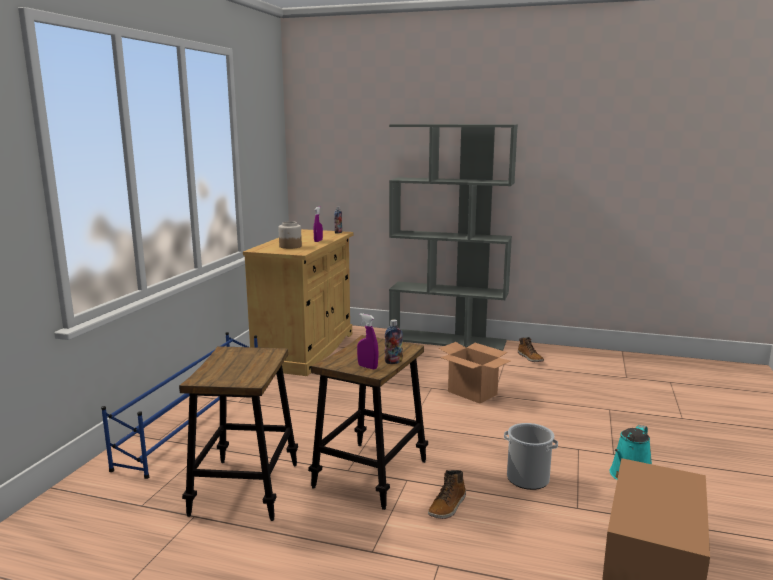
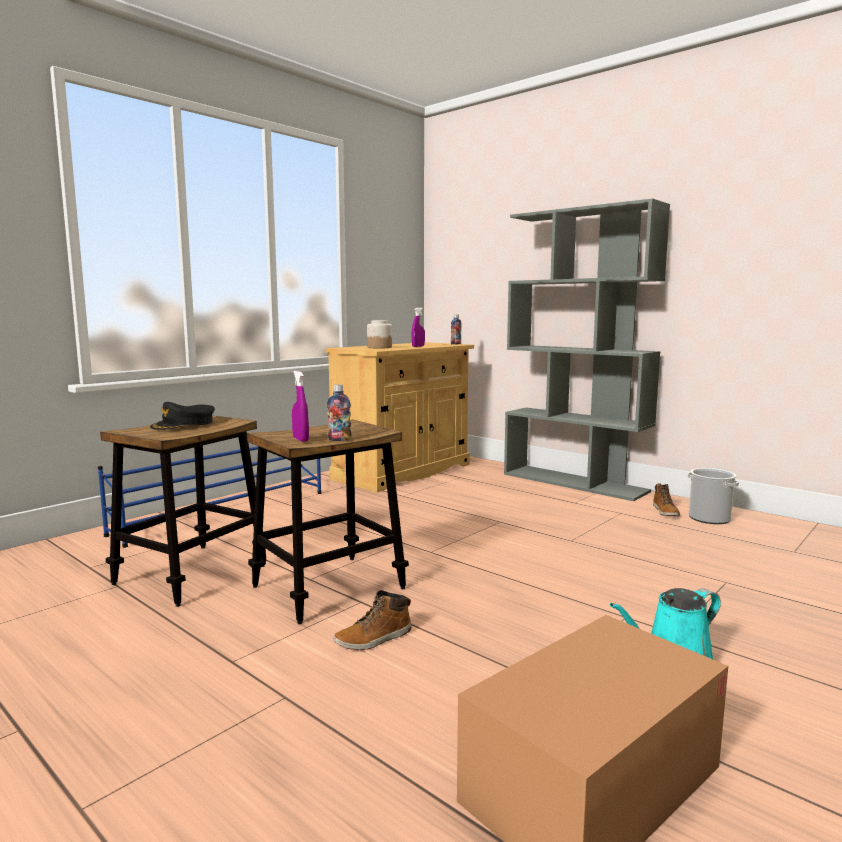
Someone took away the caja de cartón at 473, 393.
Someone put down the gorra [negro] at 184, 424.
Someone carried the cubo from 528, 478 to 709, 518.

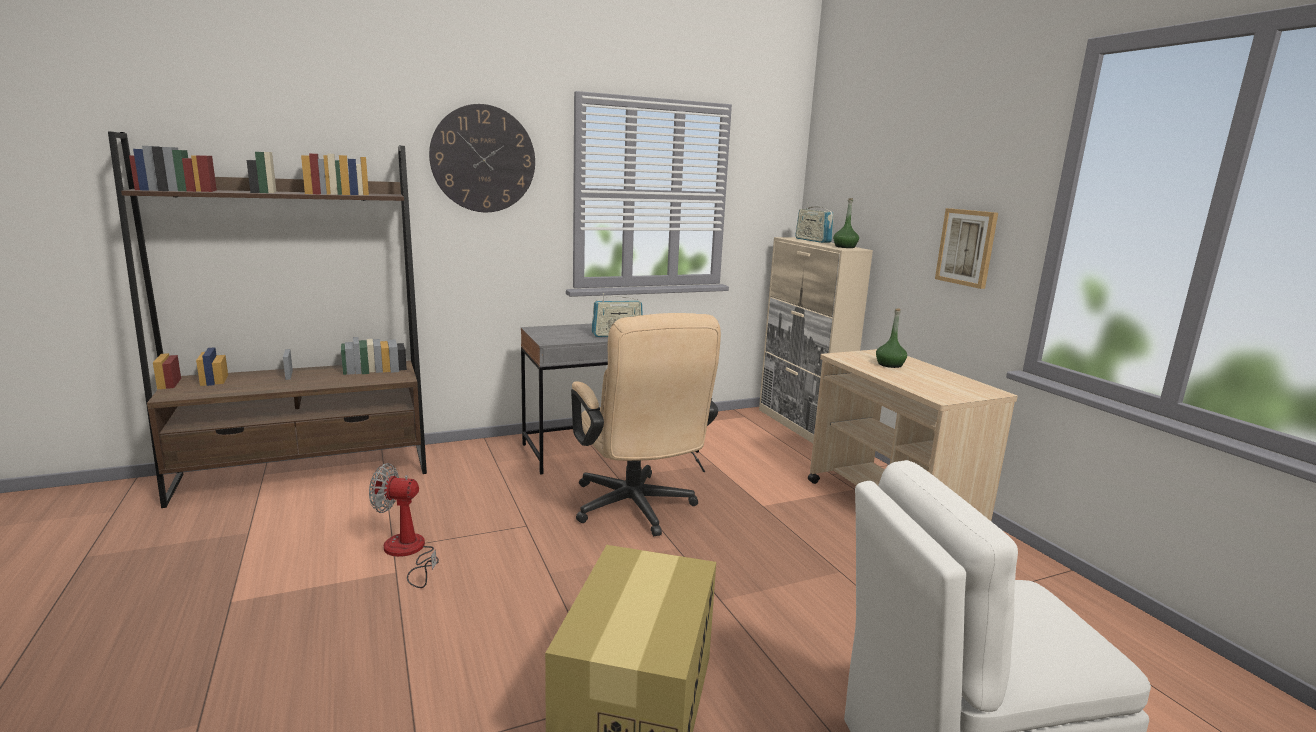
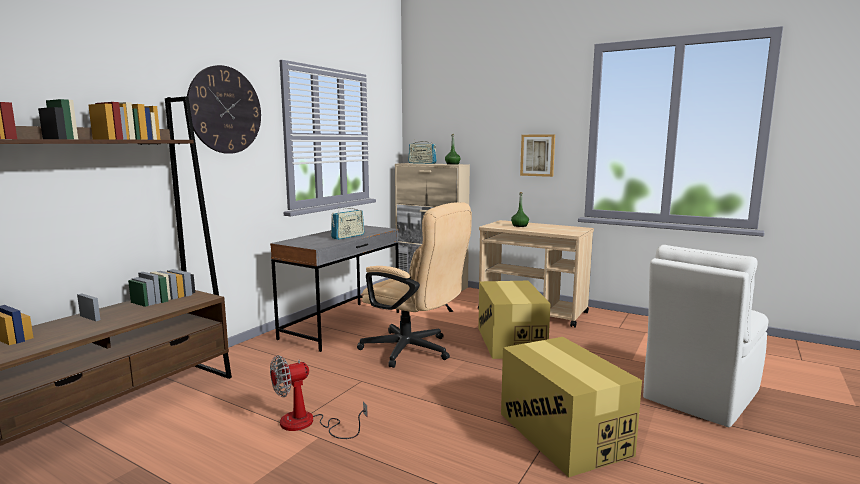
Someone put down the caja de cartón at 510, 341.

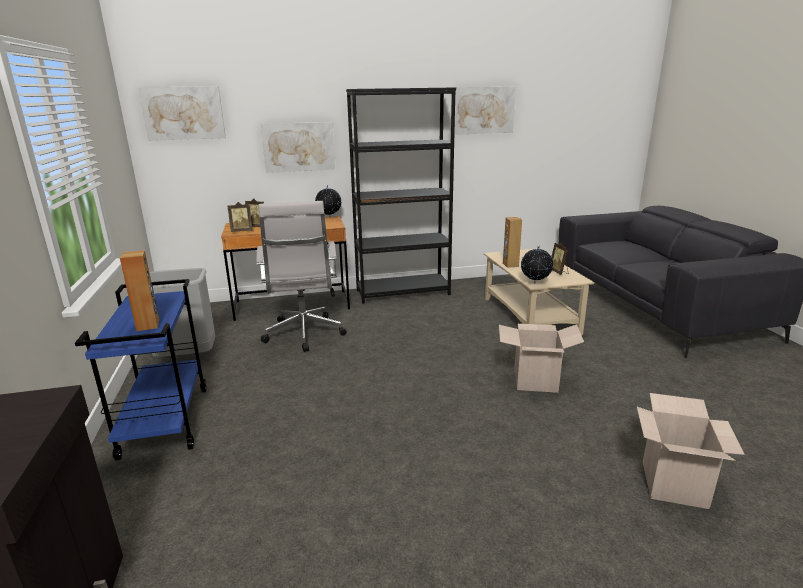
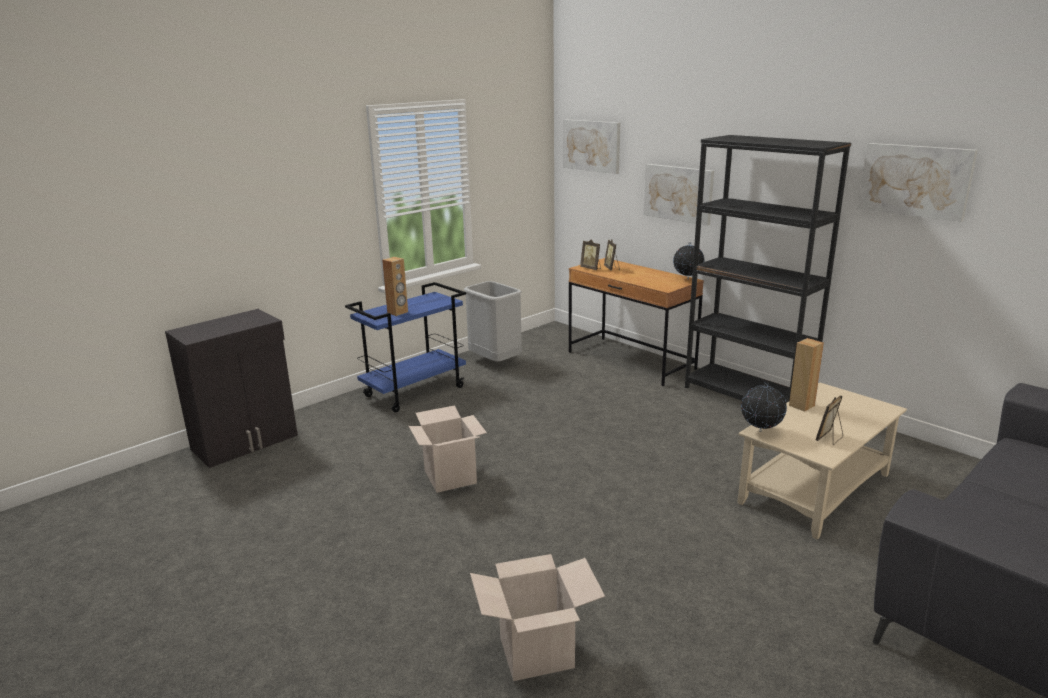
Someone took away the silla de oficina [blanco] at 304, 335.
Someone carried the caja de cartón from 535, 381 to 450, 477.

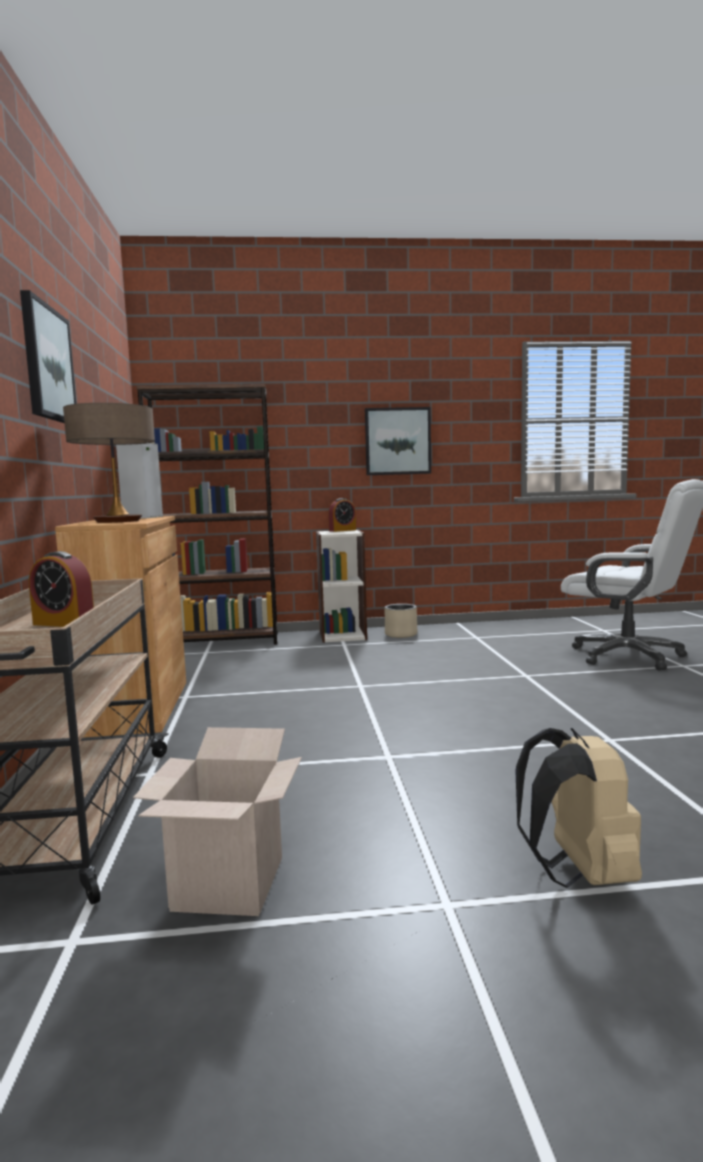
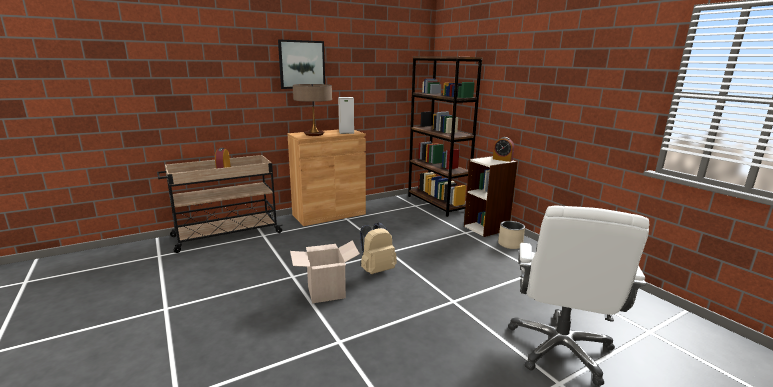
Someone took away the cuadro at 397, 441.
Someone carried the caja de cartón from 228, 884 to 326, 292.
Someone carried the mochila [beis] from 579, 874 to 376, 270.

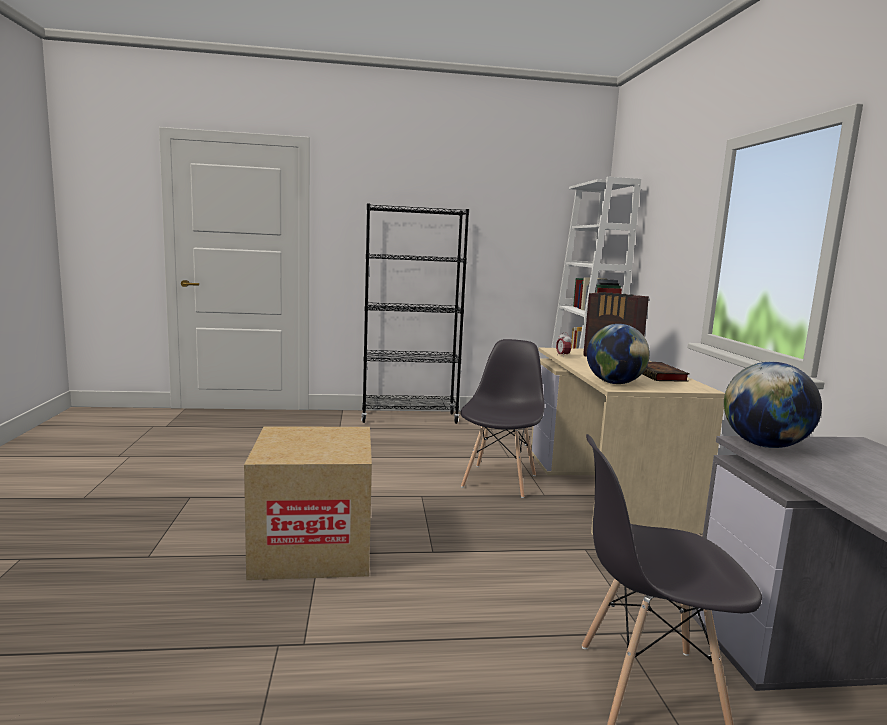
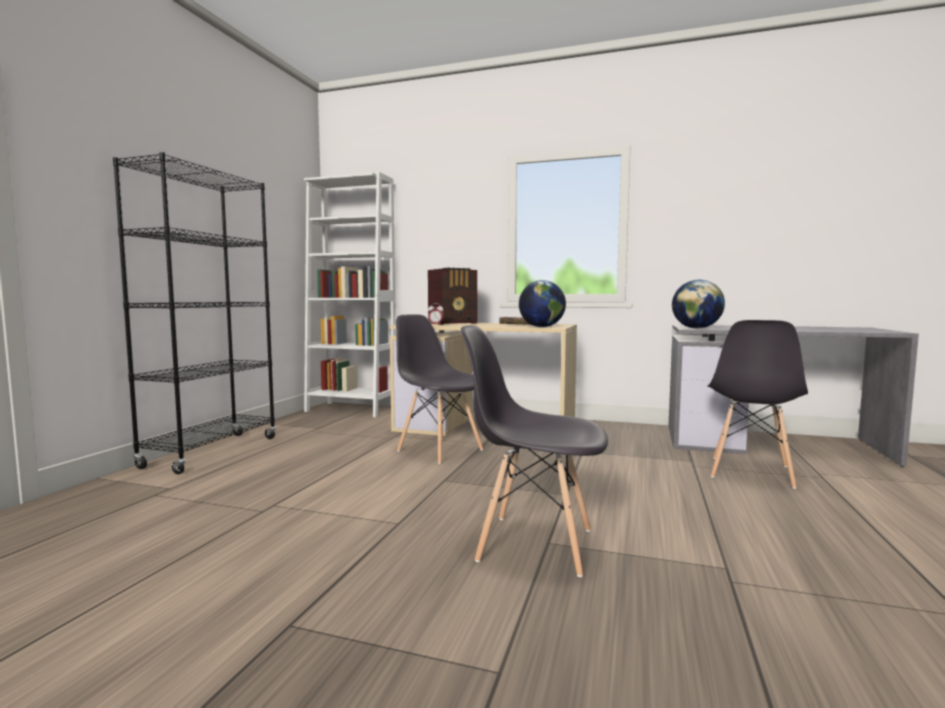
Someone swapped the caja de cartón at 313, 548 for the silla [gris] at 533, 544.

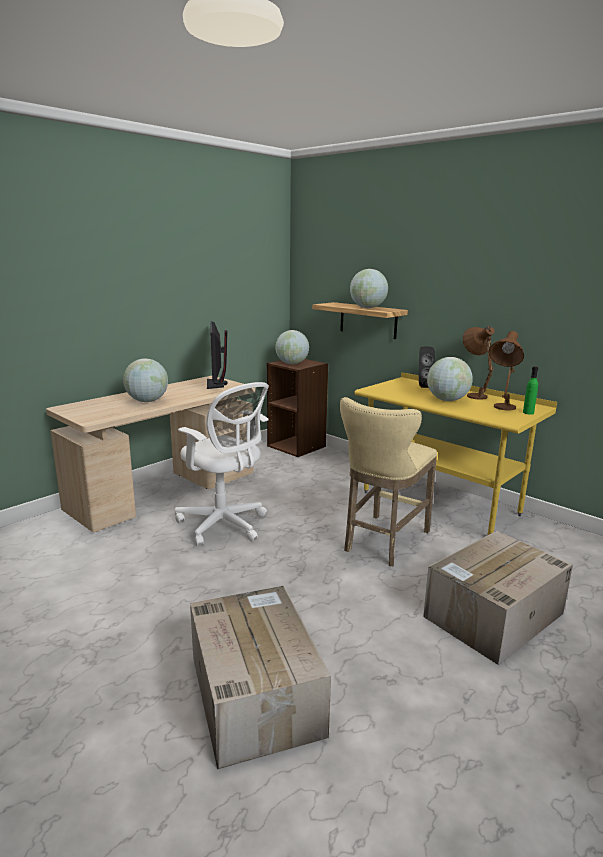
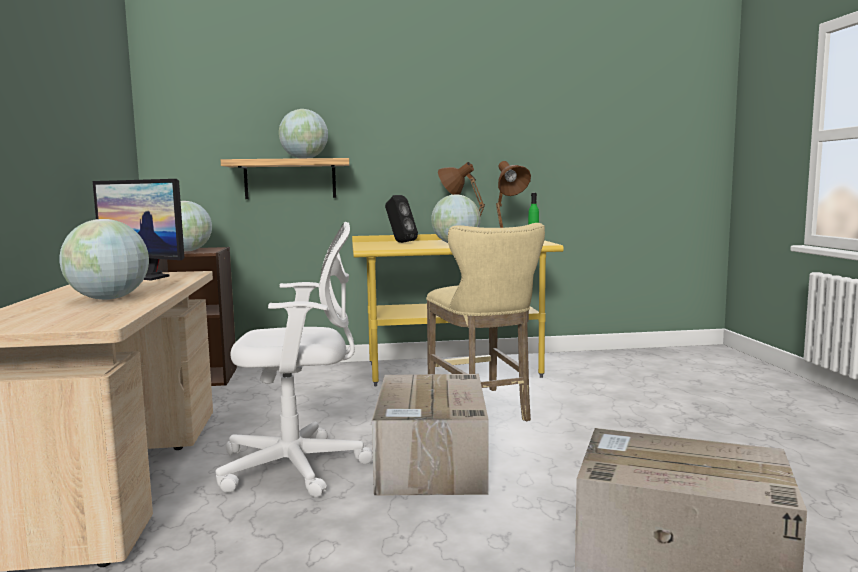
Someone carried the caja de cartón from 492, 616 to 432, 463.

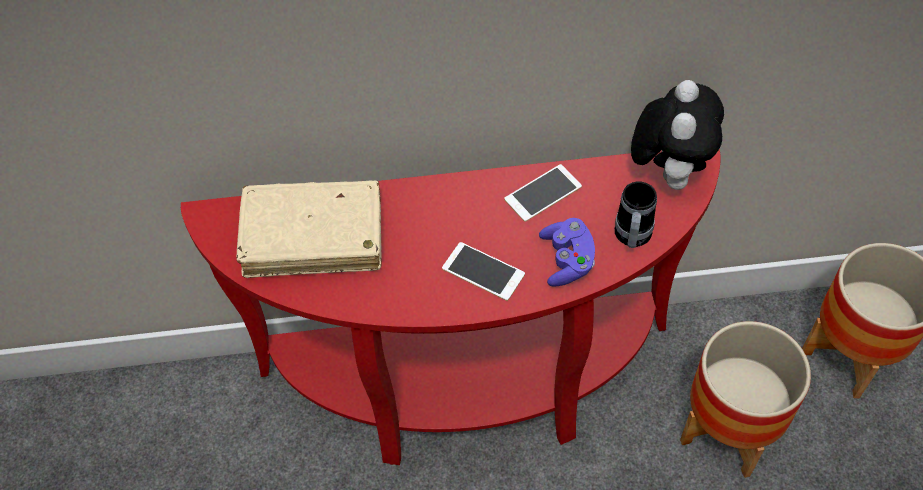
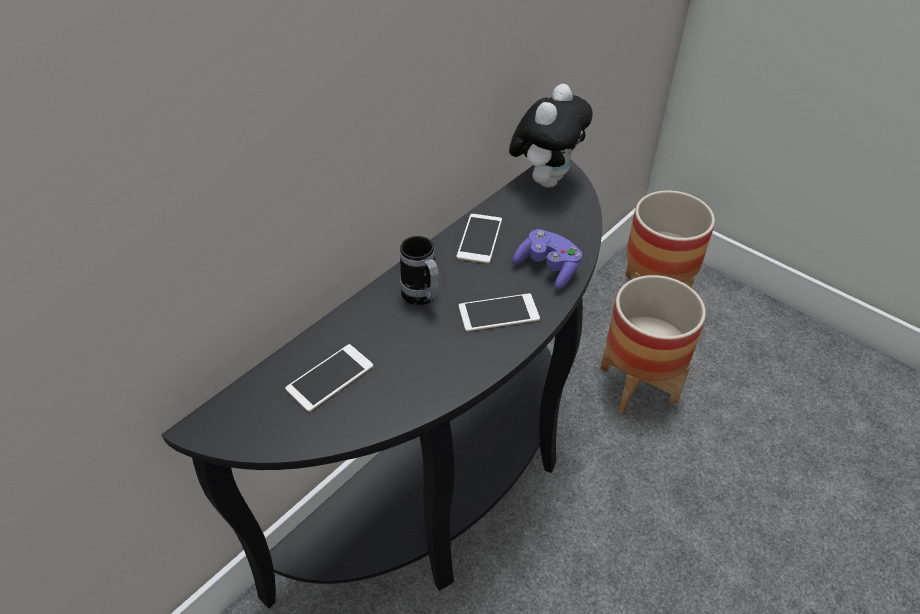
Someone carried the taza grande from 631, 238 to 423, 298.
Someone swapped the libro [beis] at 313, 237 for the móvil at 330, 377.
Someone repainted the mesa consola [rojo] at 469, 391, which became the mesa consola [negro] at 452, 486.
Someone rotated the peluche at 669, 171 by 60 degrees clockwise.

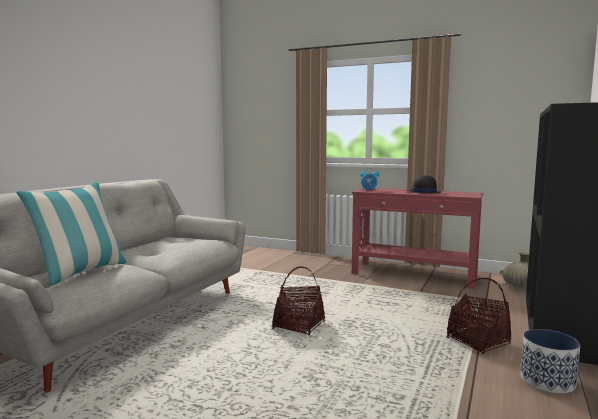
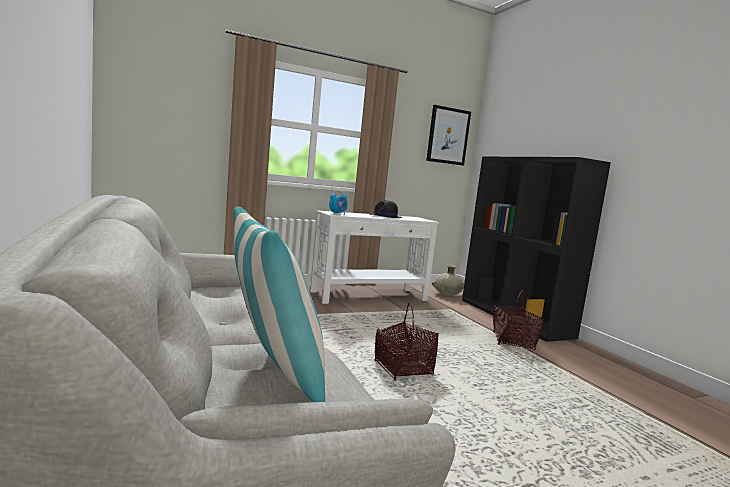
Someone took away the maceta at 547, 381.
Someone put up the cuadro at 448, 136.
Someone repainted the mesa consola [rojo] at 414, 275, which became the mesa consola [blanco] at 370, 296.

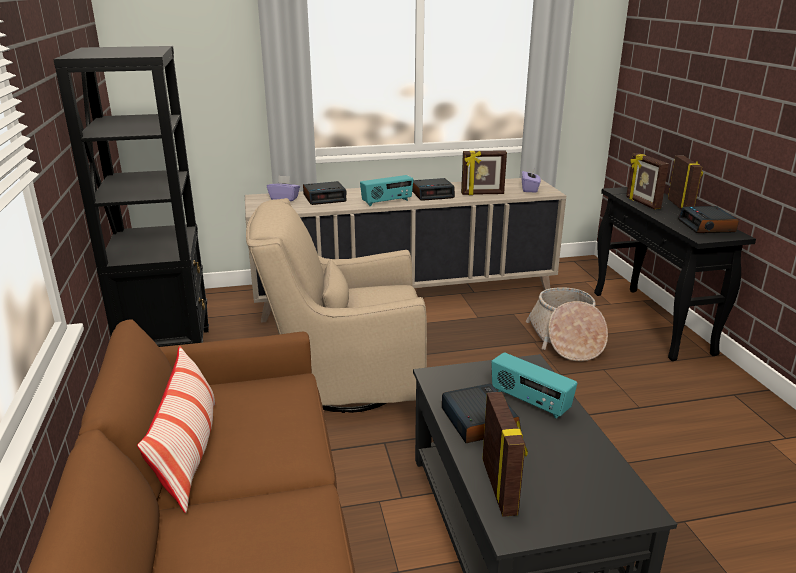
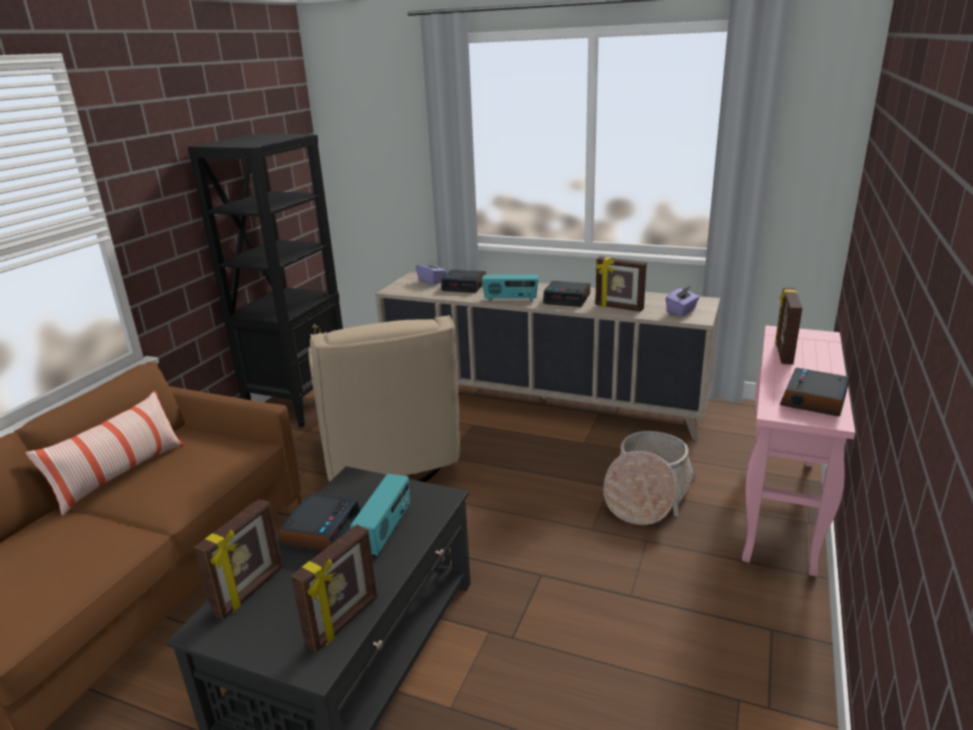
Someone carried the portarretratos from 681, 206 to 344, 622.
Someone repainted the mesa consola [negro] at 651, 322, which became the mesa consola [rosa] at 781, 509.
Someone rotated the sillón [beis] at 344, 381 by 135 degrees counterclockwise.
Someone rotated the radio at 529, 402 by 150 degrees counterclockwise.

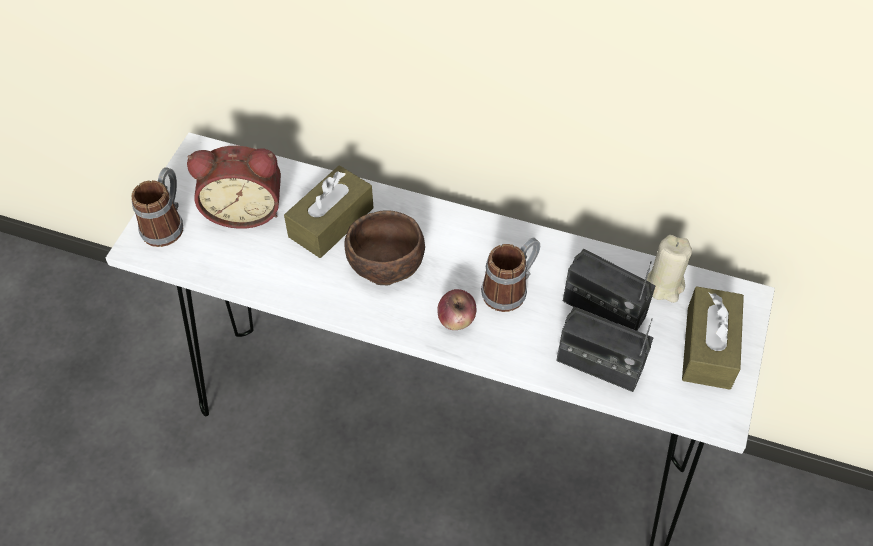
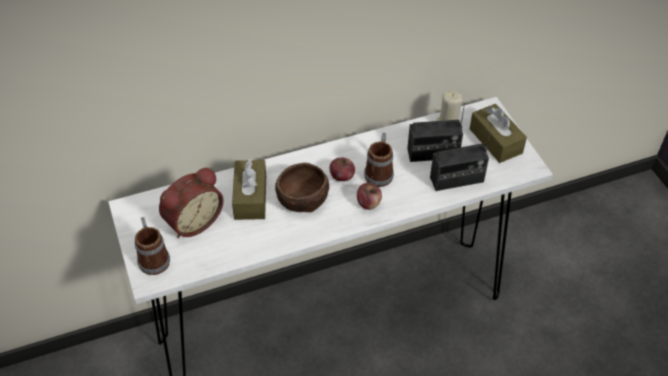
Someone put down the manzana at 342, 176.

